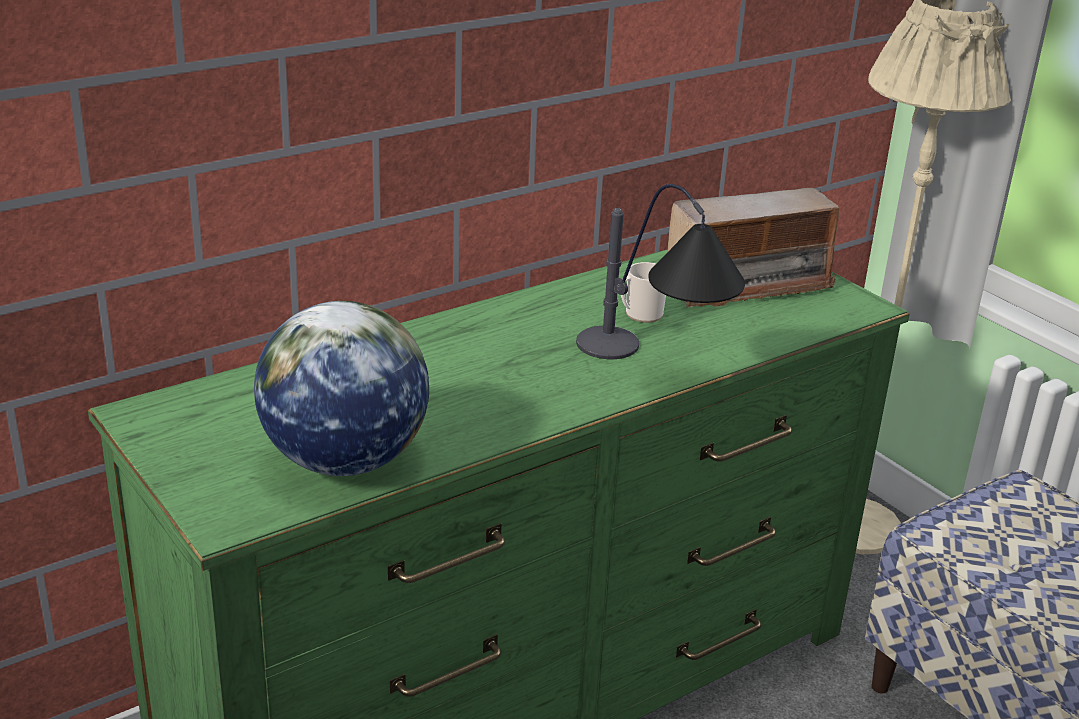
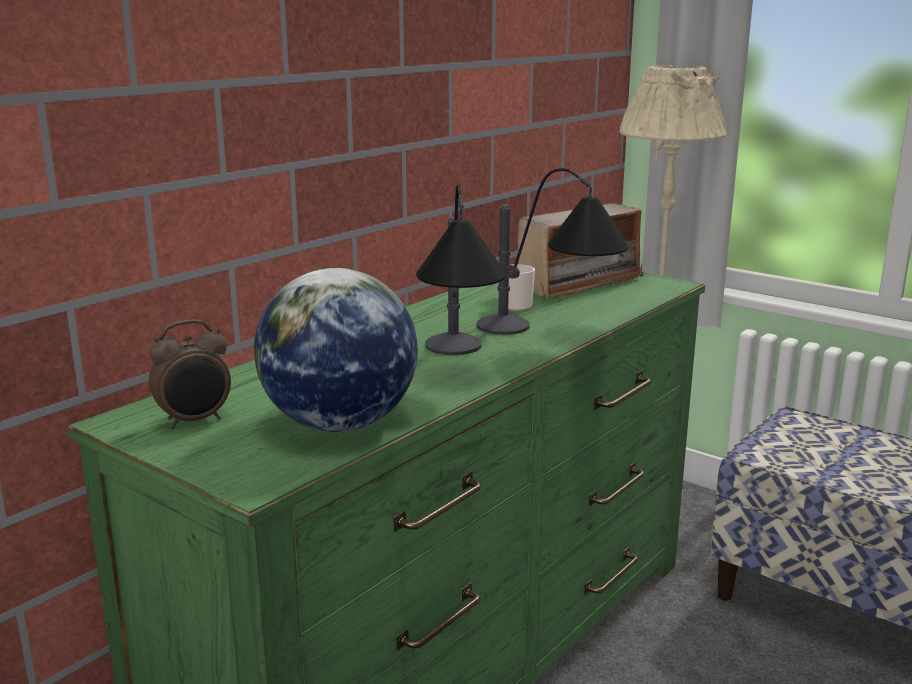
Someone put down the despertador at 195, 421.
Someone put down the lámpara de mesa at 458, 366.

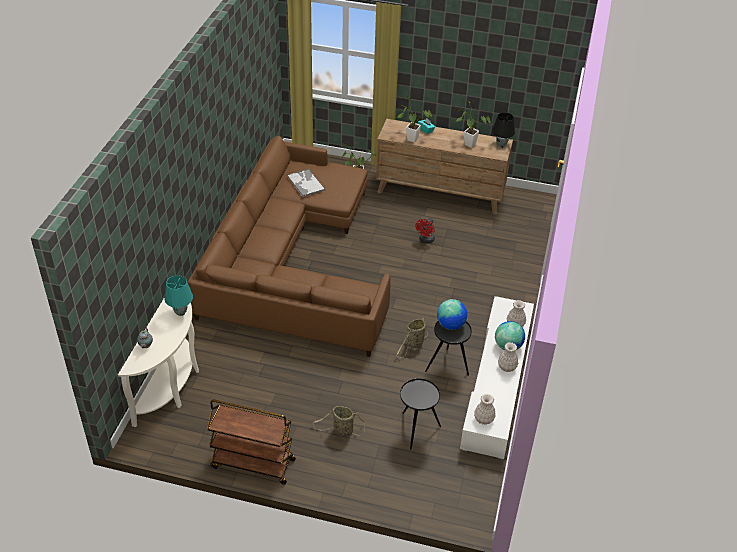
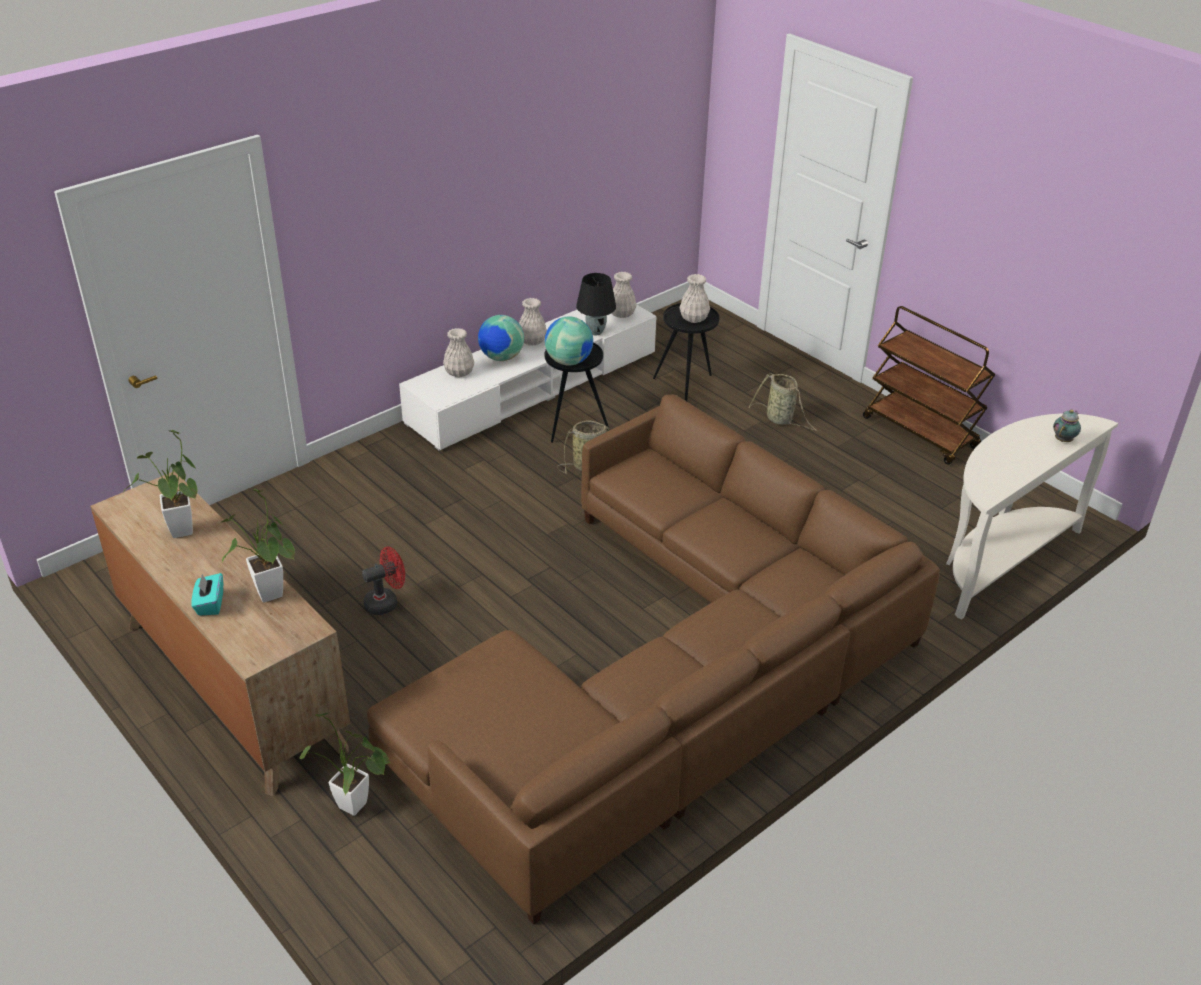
Someone took away the lámpara de mesa [turquesa] at 181, 312.
Someone took away the bandeja at 305, 183.
Someone put down the florero [blanco] at 694, 319.
Someone carried the lámpara de mesa [negro] from 501, 145 to 595, 332.

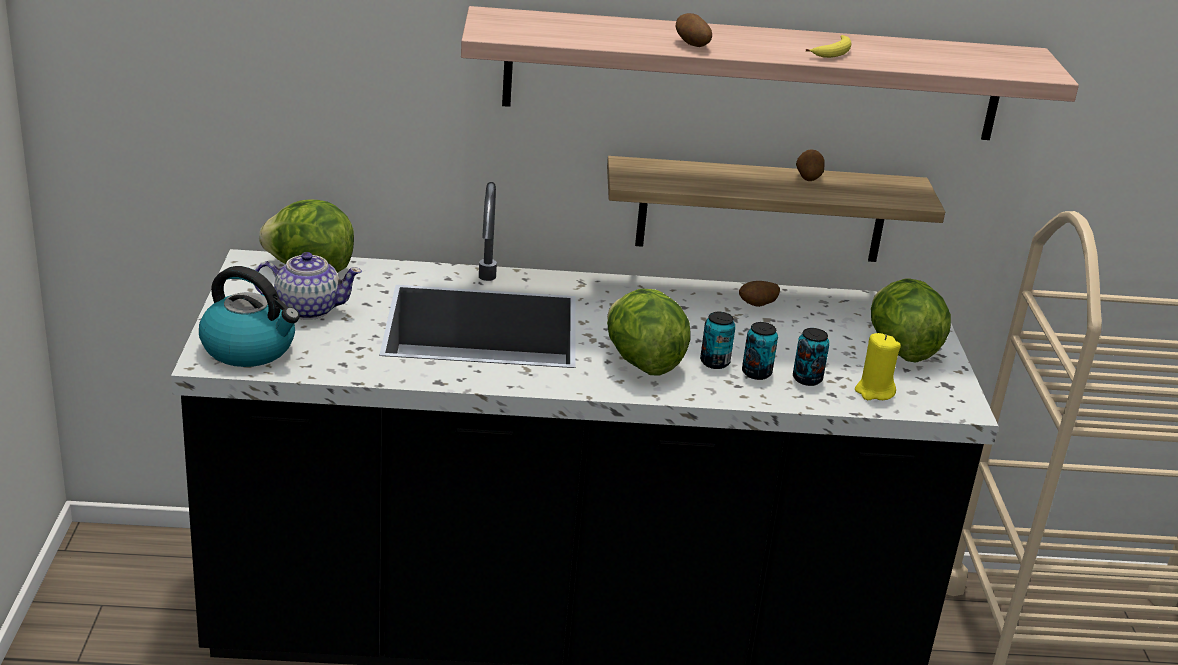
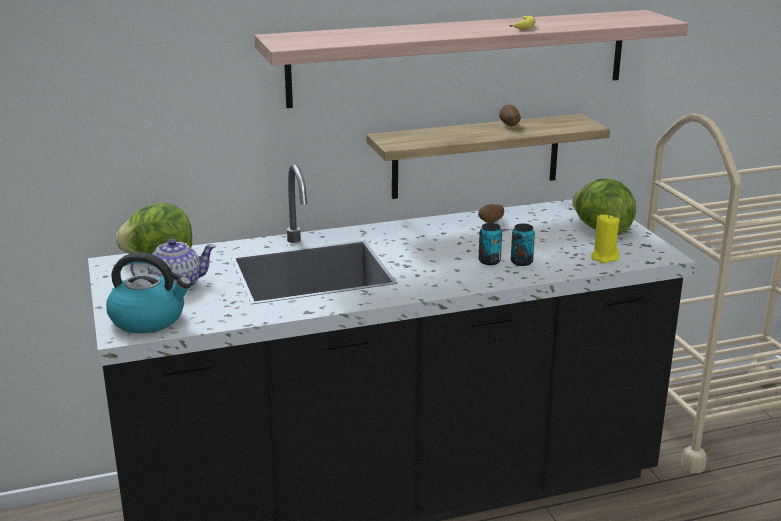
Someone took away the lechuga at 642, 362.
Someone took away the patata at 691, 45.
Someone took away the lata at 807, 379.

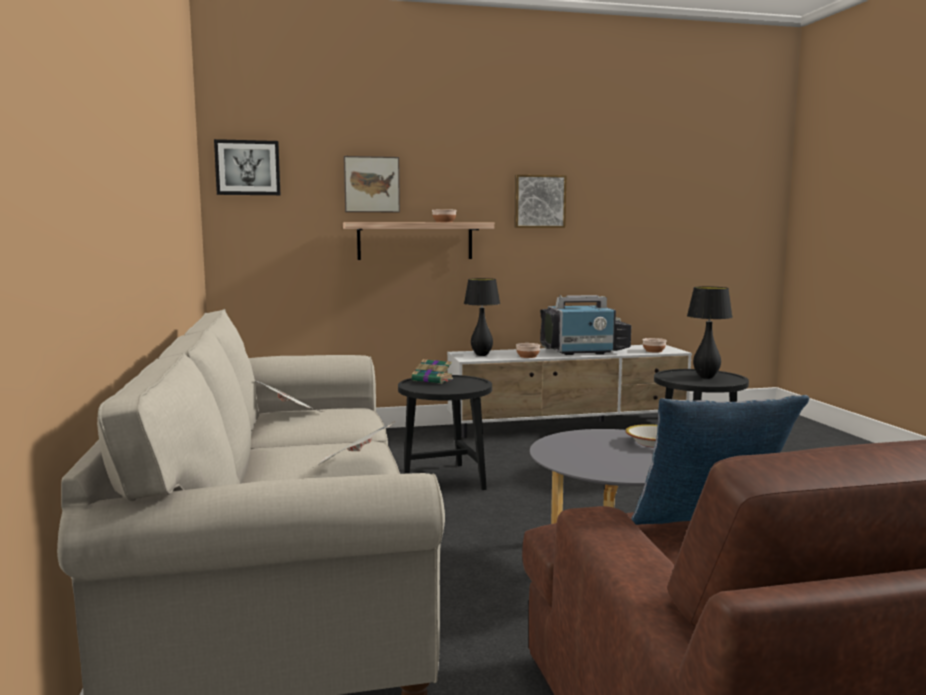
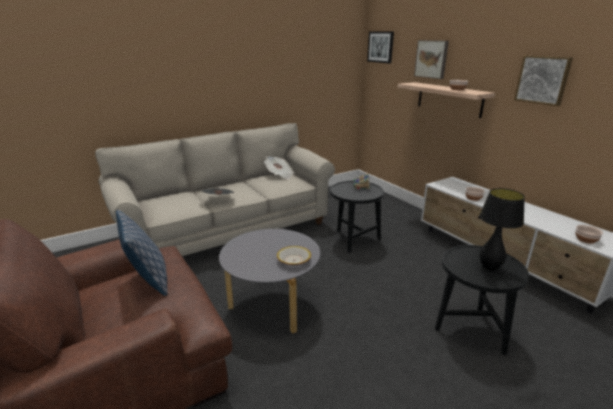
Someone took away the lámpara de mesa [negro] at 481, 355.
Someone took away the televisor at 585, 351.

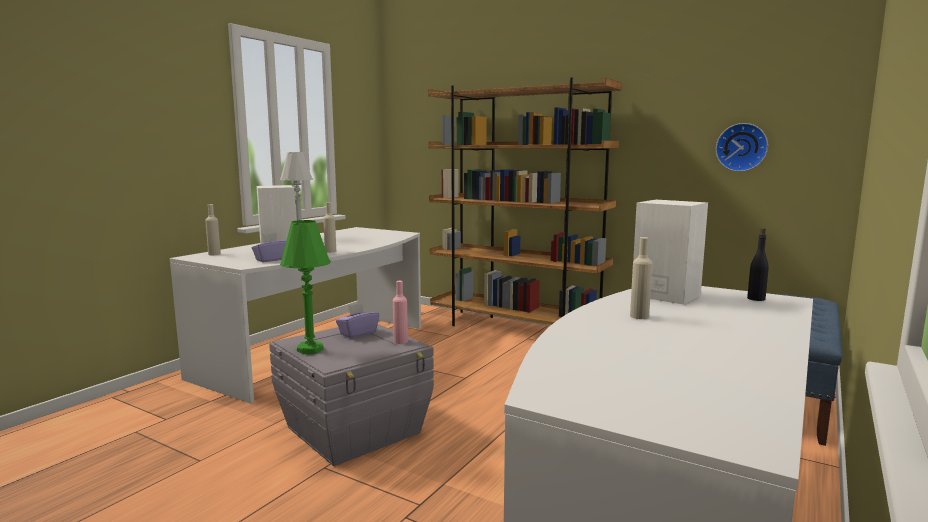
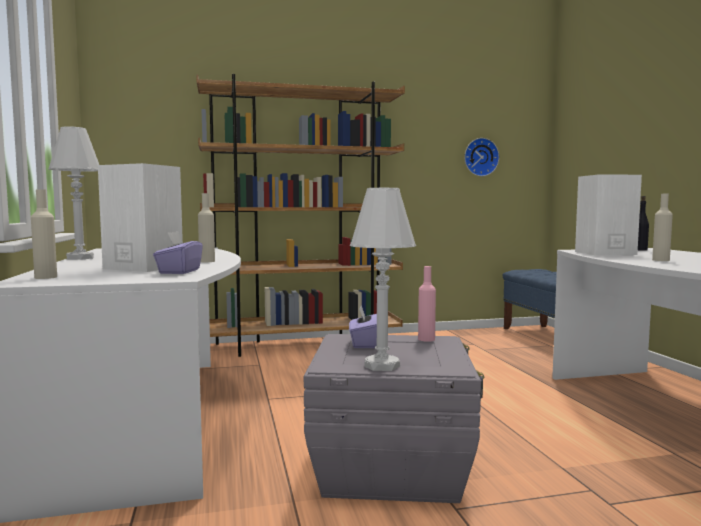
Someone repainted the lámpara de mesa [verde] at 310, 350, which became the lámpara de mesa [blanco] at 382, 366.

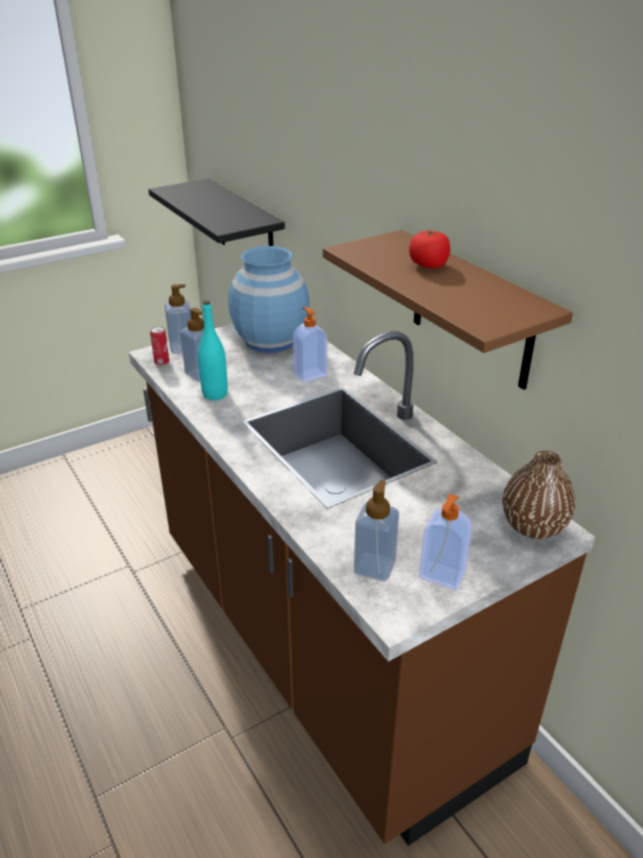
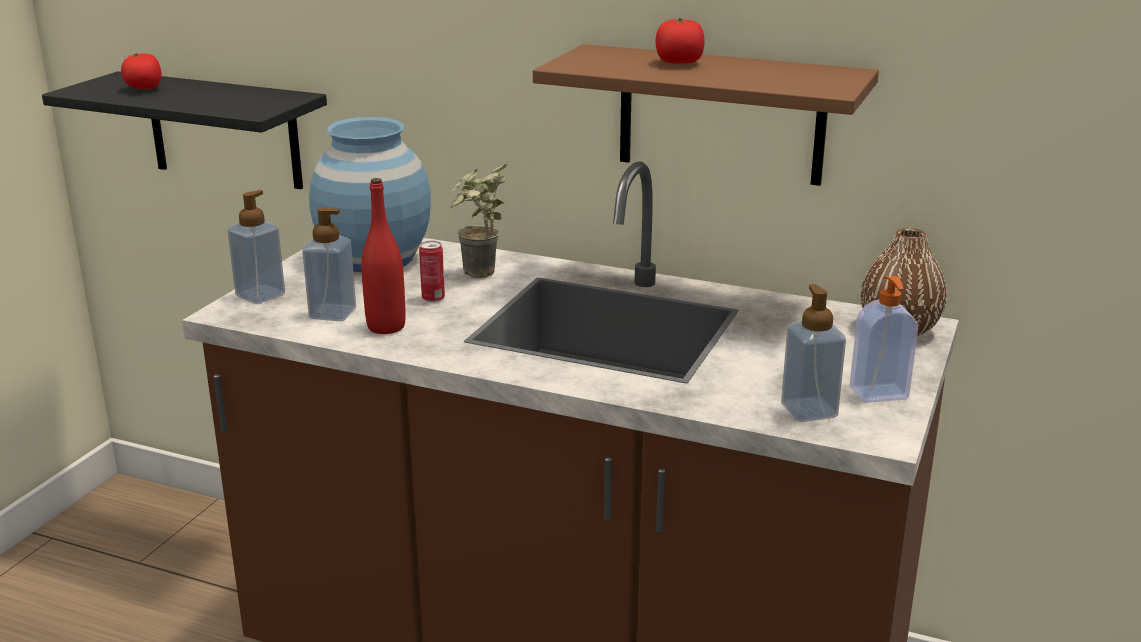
Someone put down the tomate at 144, 89.
Someone carried the lata from 162, 363 to 433, 299.
Someone swapped the dispensador de jabón at 309, 374 for the planta en maceta at 478, 277.
Someone repainted the botella [turquesa] at 215, 394, which became the botella [rojo] at 386, 327.

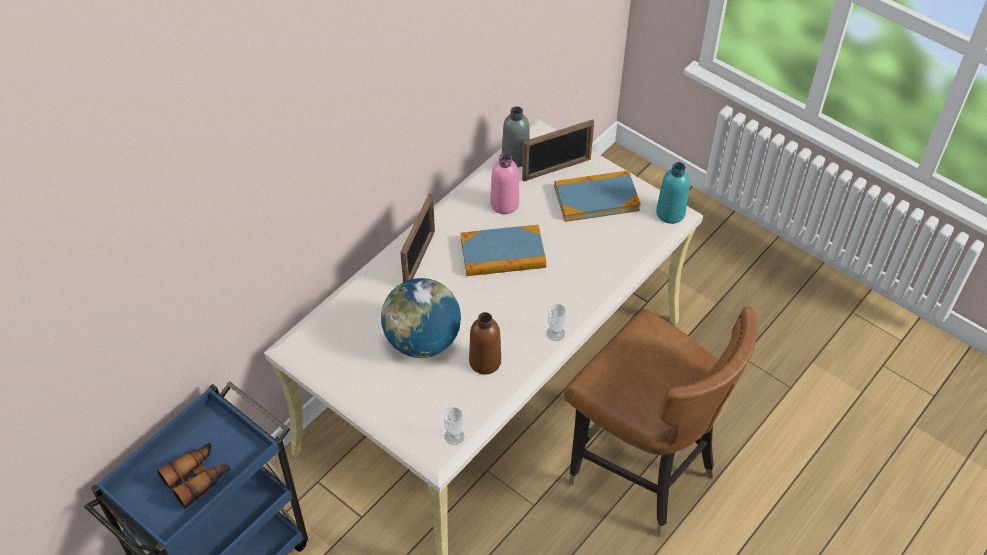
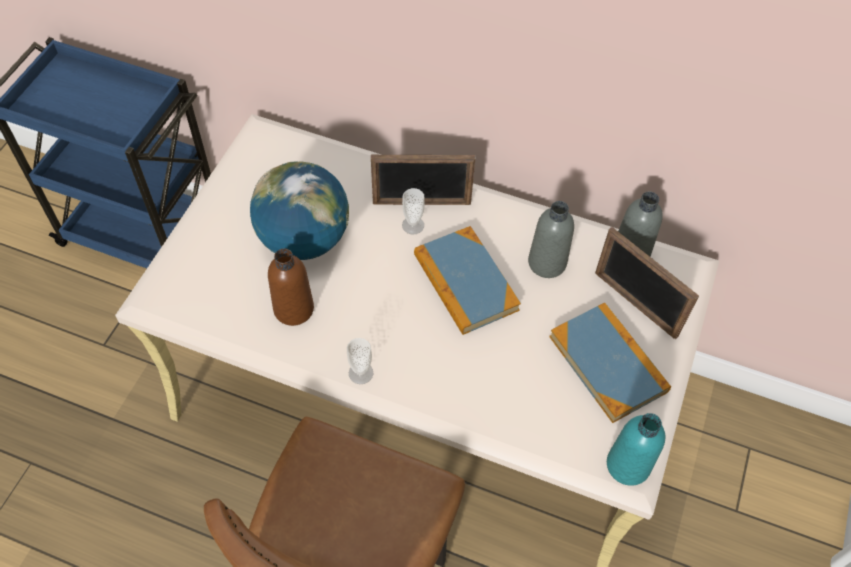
Someone took away the prismáticos at 198, 478.
Someone carried the taza from 454, 436 to 413, 225.
Someone repainted the botella [rosa] at 504, 204, which became the botella [gris] at 547, 263.

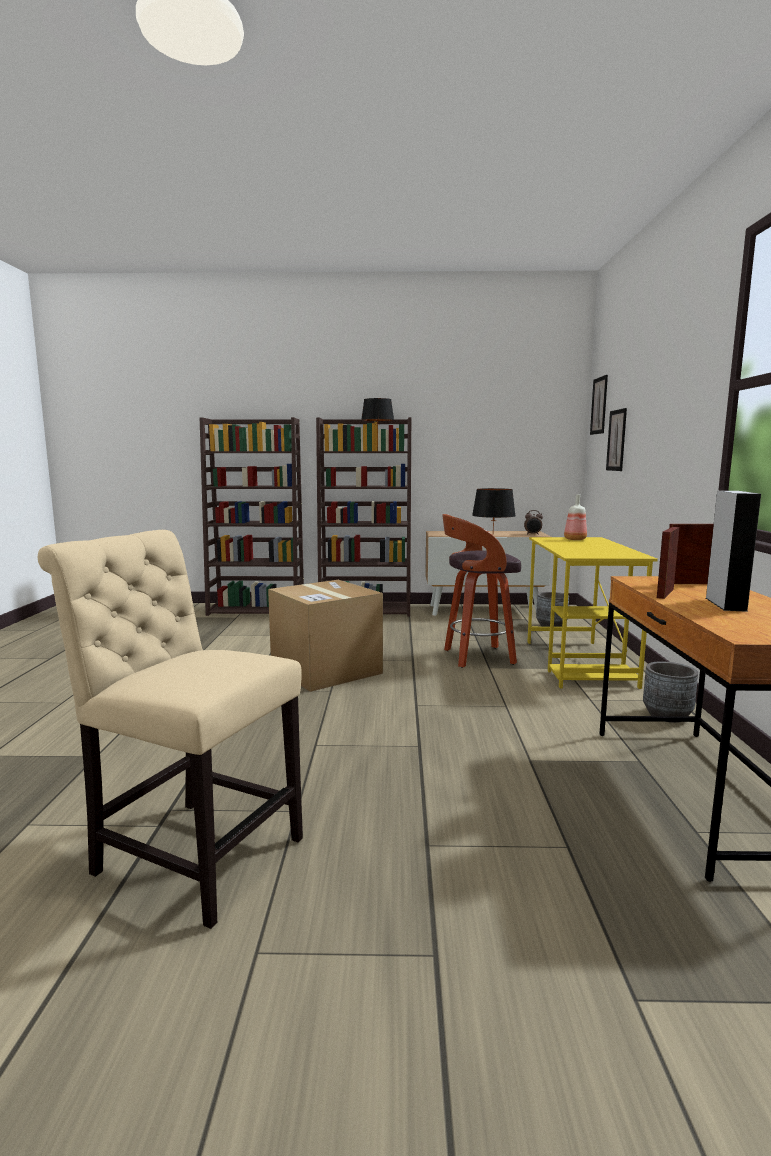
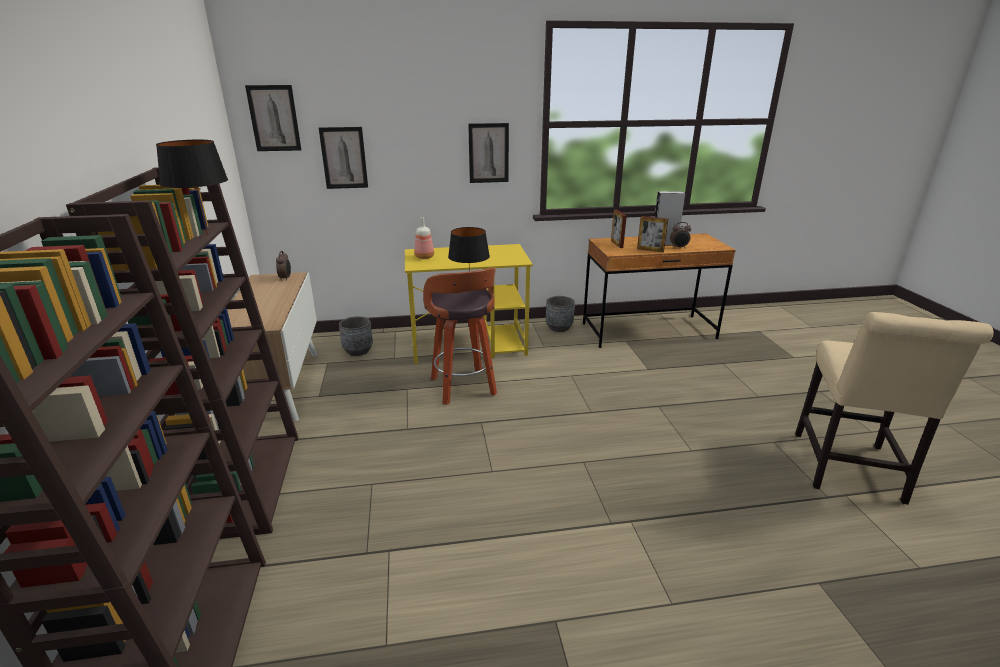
Someone took away the caja de cartón at 326, 670.
Someone put up the cuadro at 488, 153.
Someone put down the despertador at 678, 247.

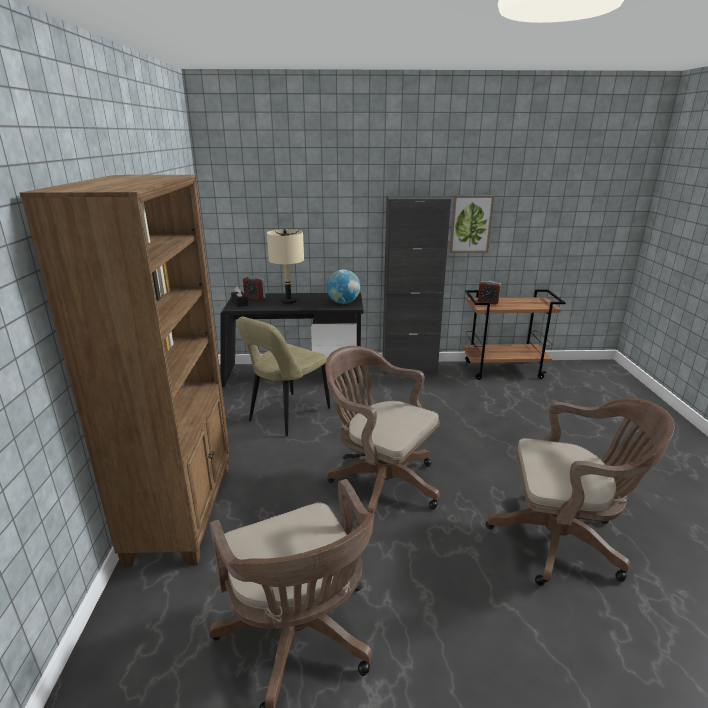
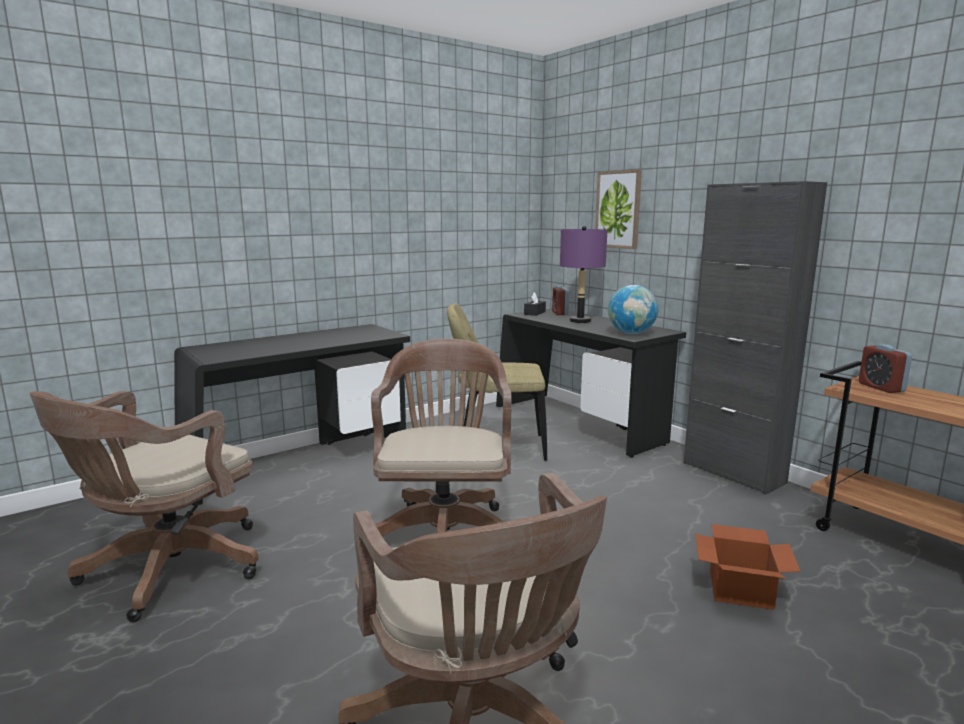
Someone put down the caja de cartón at 741, 588.
Someone carried the cuadro from 470, 224 to 618, 209.
Someone swapped the estantería [marrón] at 183, 510 for the escritorio [negro] at 300, 462.
Someone repainted the lámpara de mesa [beis] at 289, 301, which became the lámpara de mesa [morado] at 580, 321.

